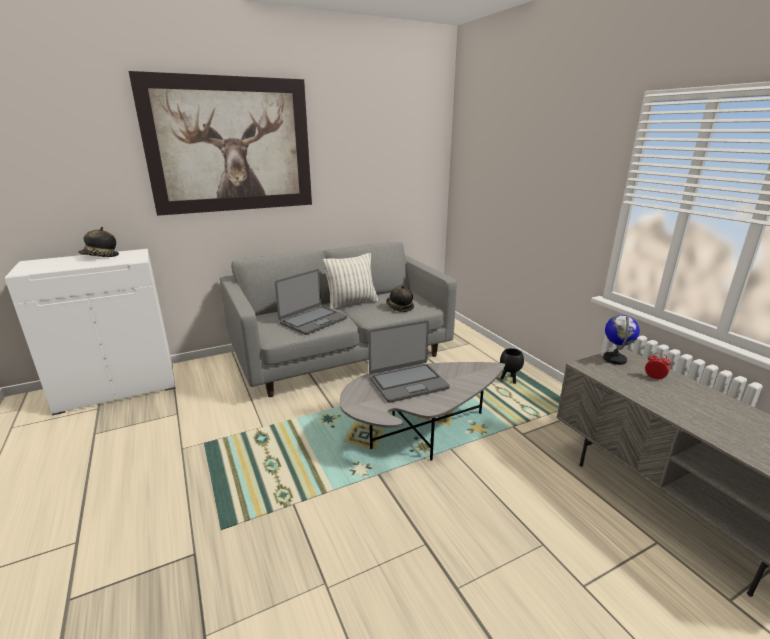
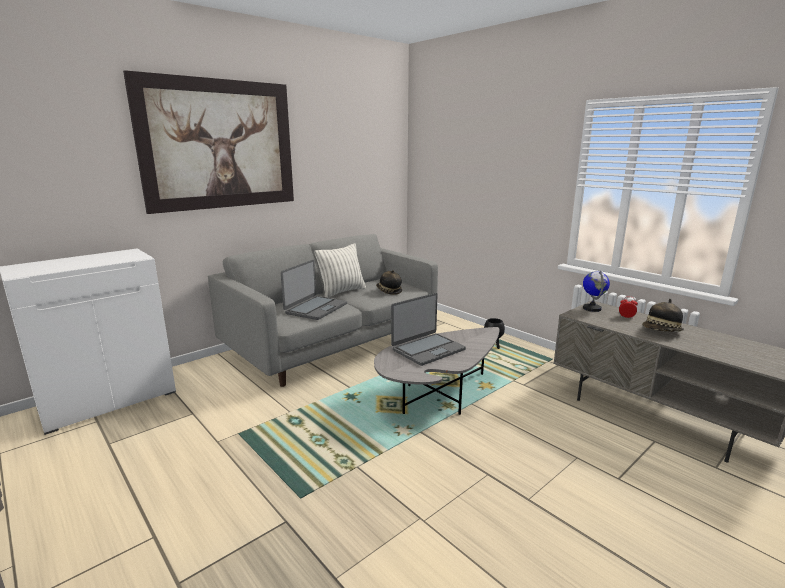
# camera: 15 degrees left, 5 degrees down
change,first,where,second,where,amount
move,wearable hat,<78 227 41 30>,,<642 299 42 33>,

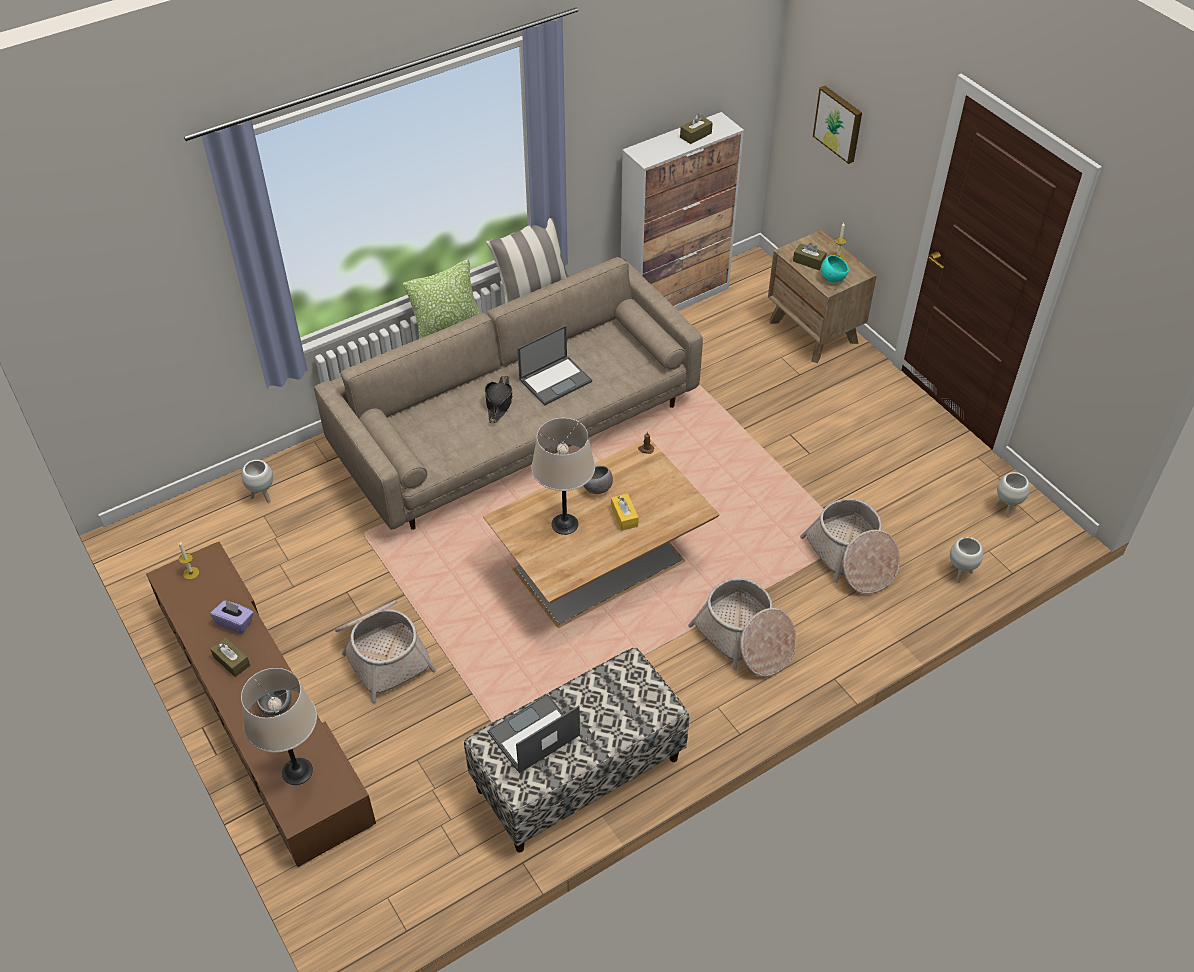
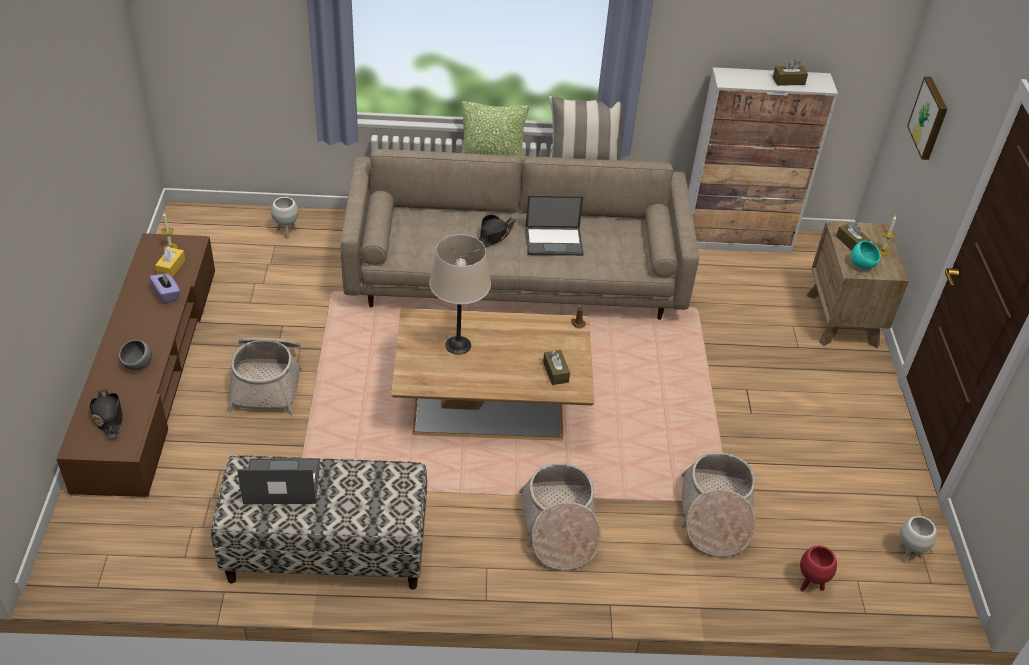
# camera: 30 degrees right, 5 degrees down
change,first,where,second,where,amount
move,tissue box/brown-coloured,<210 637 40 40>,,<543 350 27 35>,
replace,lamp for a table/beige,<241 668 76 117>,wearable hat/blackish,<89 389 34 49>,
delete,bowl/gray,<583 466 30 28>,,,
move,tissue box/yellow,<611 493 28 38>,,<155 246 30 31>,
recolor,plant pot/white,<950 537 33 46>,plant pot/red,<800 546 37 46>,

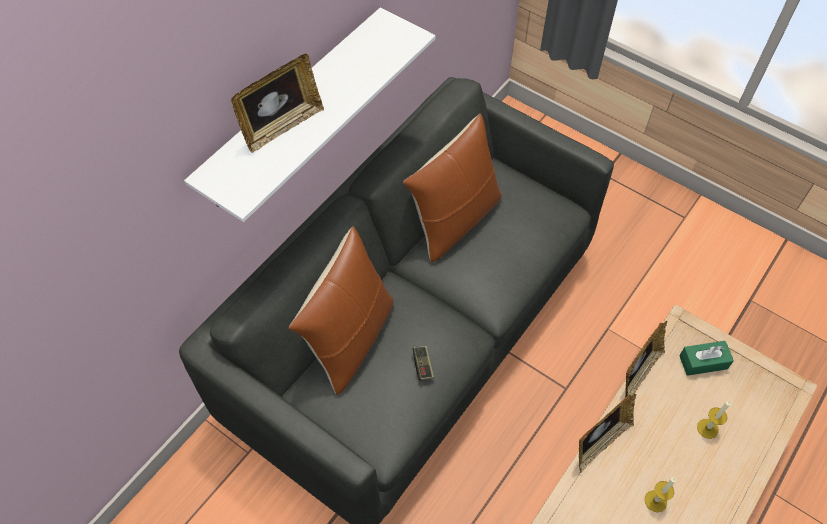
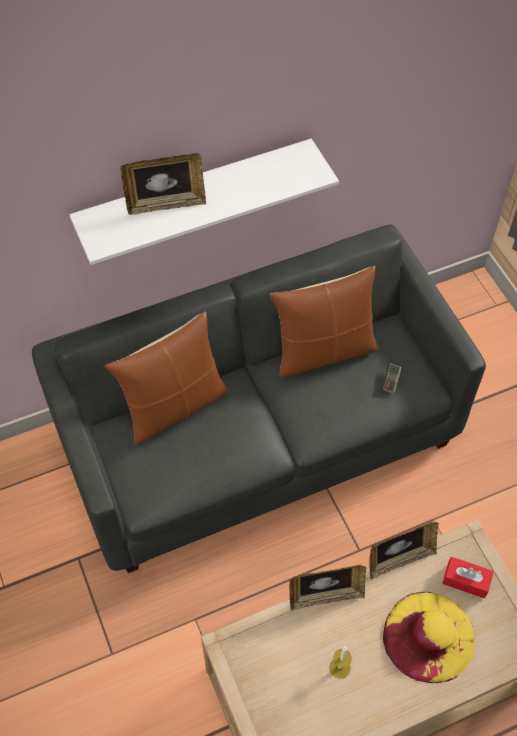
# camera: 30 degrees right, 0 degrees up
change,first,where,second,where,amount
move,game controller,<412 346 22 34>,,<382 363 20 31>,
recolor,tissue box/greenish,<679 341 55 35>,tissue box/red,<443 557 51 41>,
replace,candle,<697 401 34 38>,wearable hat/yellow,<383 592 92 91>,

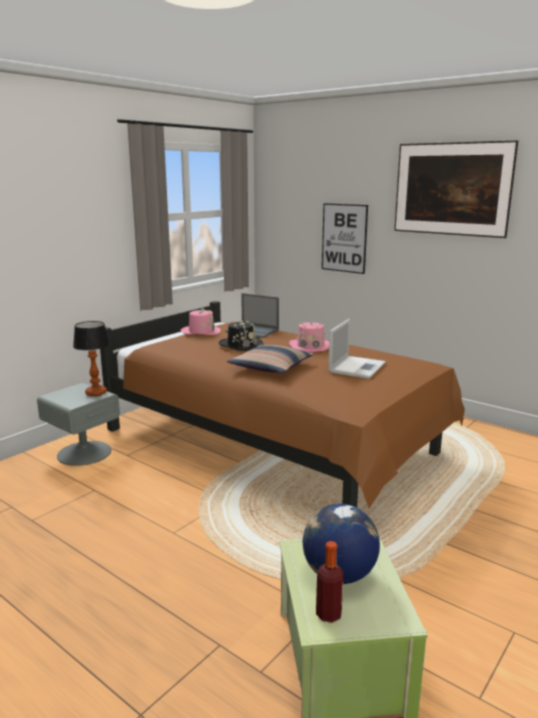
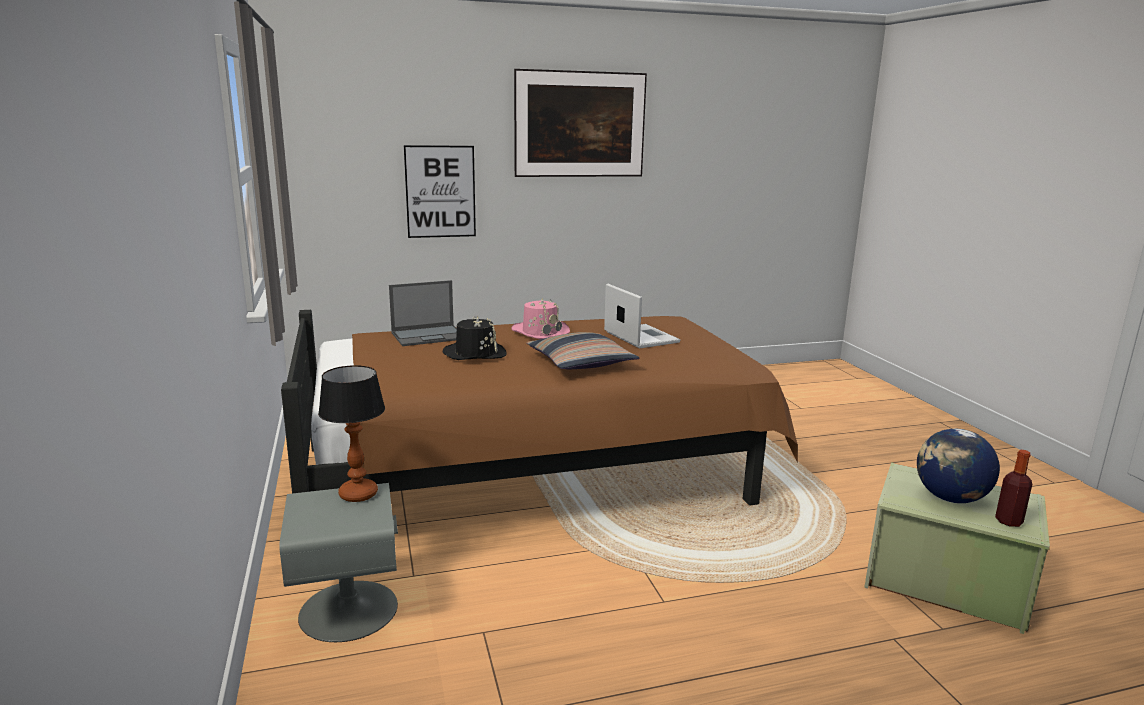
# camera: 55 degrees left, 0 degrees up
change,first,where,second,where,amount
delete,wearable hat/pink-coloured,<181 308 40 27>,,,

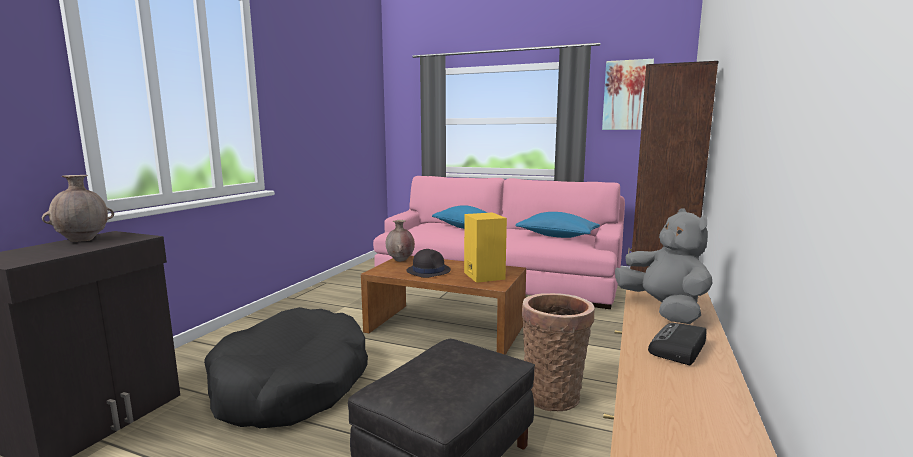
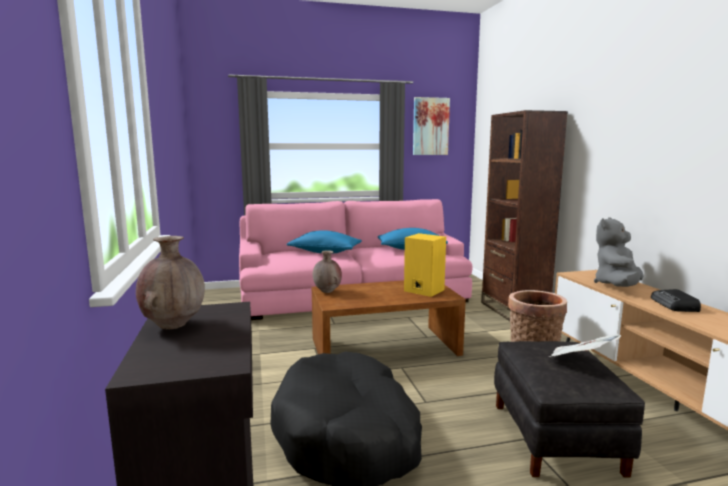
# camera: 35 degrees left, 0 degrees up
change,first,where,second,where,amount
delete,wearable hat/blackish,<406 249 45 29>,,,
rotate,cuddly toy/gray,<615 208 98 116>,,<594 217 49 70>,90 degrees counterclockwise
insert,,,newspaper,<549 334 72 23>,

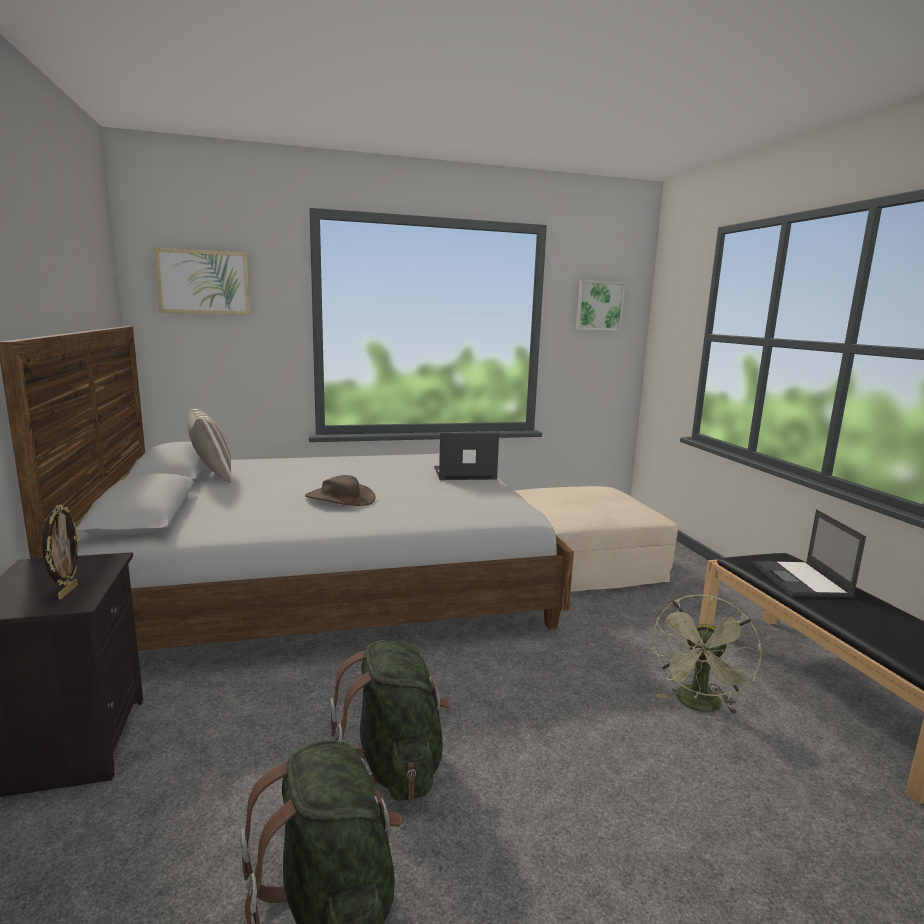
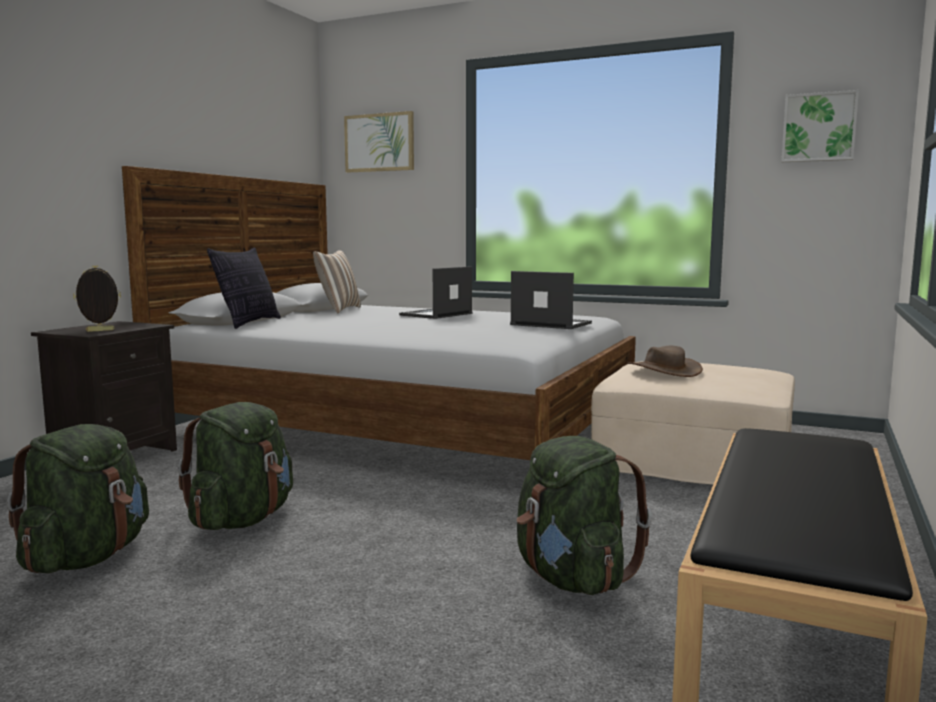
# camera: 40 degrees right, 5 degrees down
change,first,where,second,where,amount
rotate,picture frame,<42 504 38 95>,,<73 266 48 66>,150 degrees counterclockwise
move,wearable hat/brown-coloured,<305 475 70 31>,,<627 346 76 31>,
replace,cooling fan/greenish,<651 594 111 121>,rucksack/greenish,<517 436 135 159>,
move,portable computer,<752 509 114 89>,,<399 266 74 53>,
insert,,,throw pillow,<207 248 74 81>,

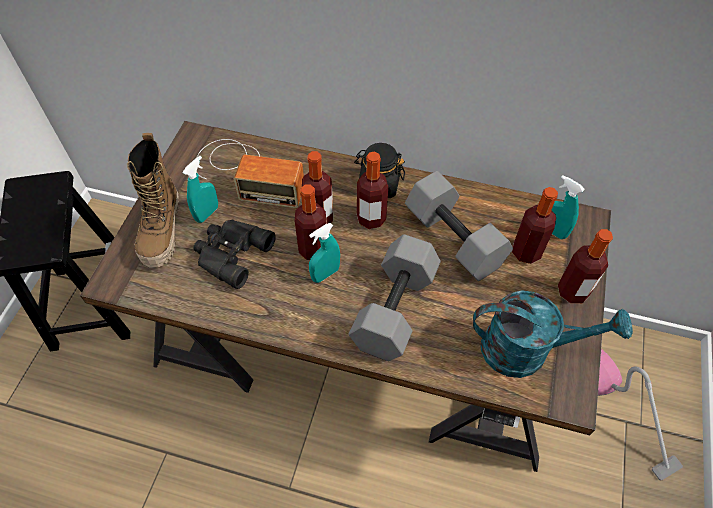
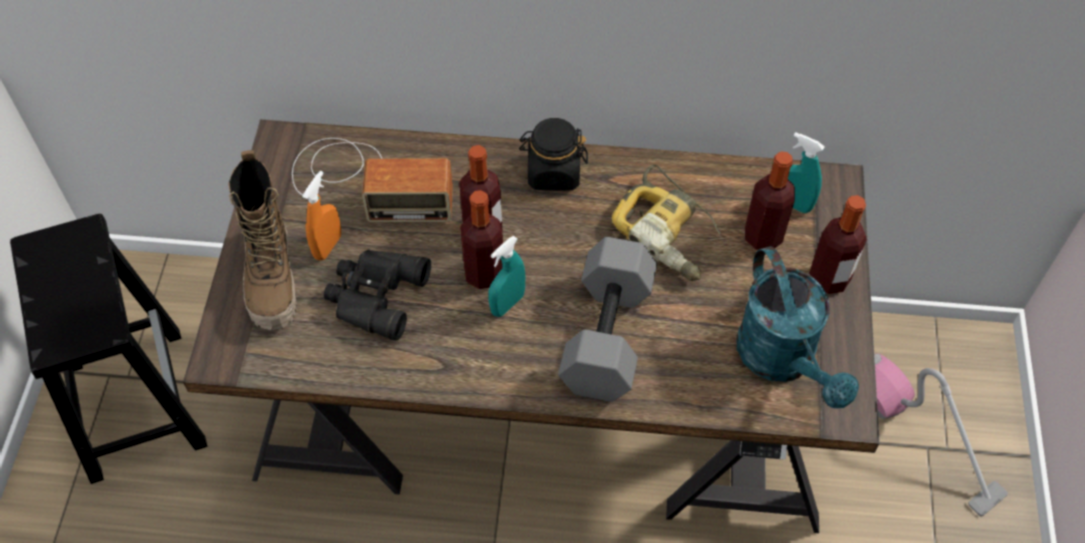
# camera: 10 degrees left, 0 degrees up
change,first,where,second,where,amount
recolor,spray bottle/turquoise-coloured,<182 156 36 67>,spray bottle/orangey,<302 171 39 89>,
delete,drink bottle,<357 152 31 77>,,,
replace,hand weight/gray,<405 171 108 110>,power drill,<611 164 110 117>,
rotate,watering pot/turquoise-coloured,<473 291 160 87>,,<736 246 123 163>,75 degrees clockwise

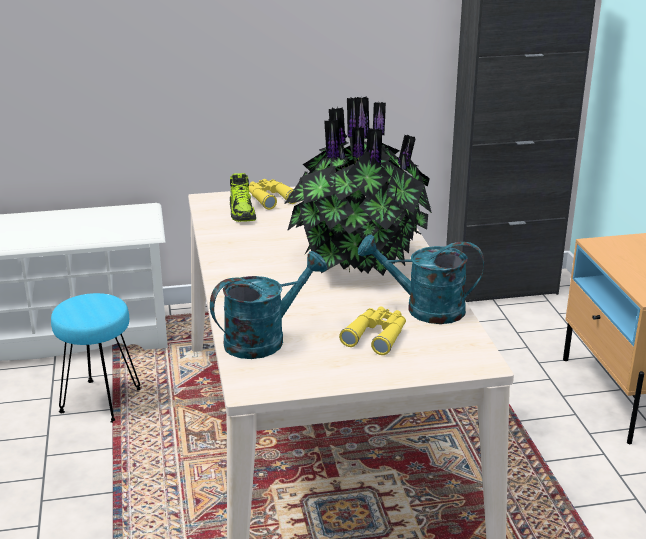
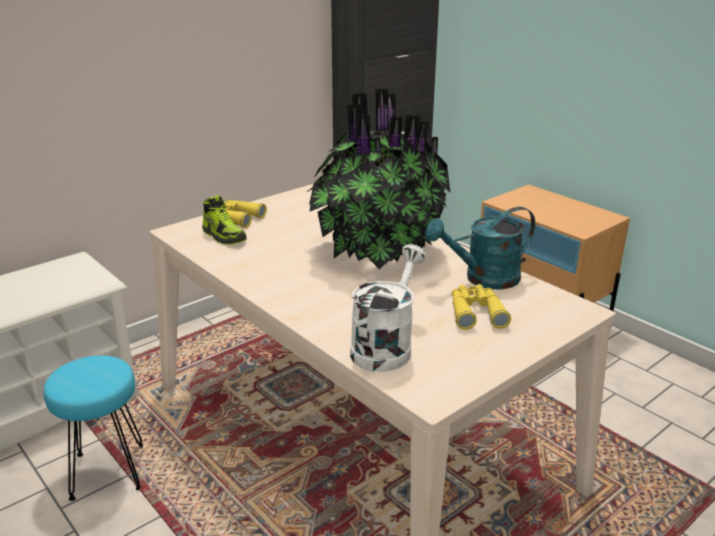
# camera: 30 degrees left, 0 degrees up
change,first,where,second,where,amount
recolor,watering pot/turquoise-coloured,<210 251 117 108>,watering pot/white,<350 244 77 128>,

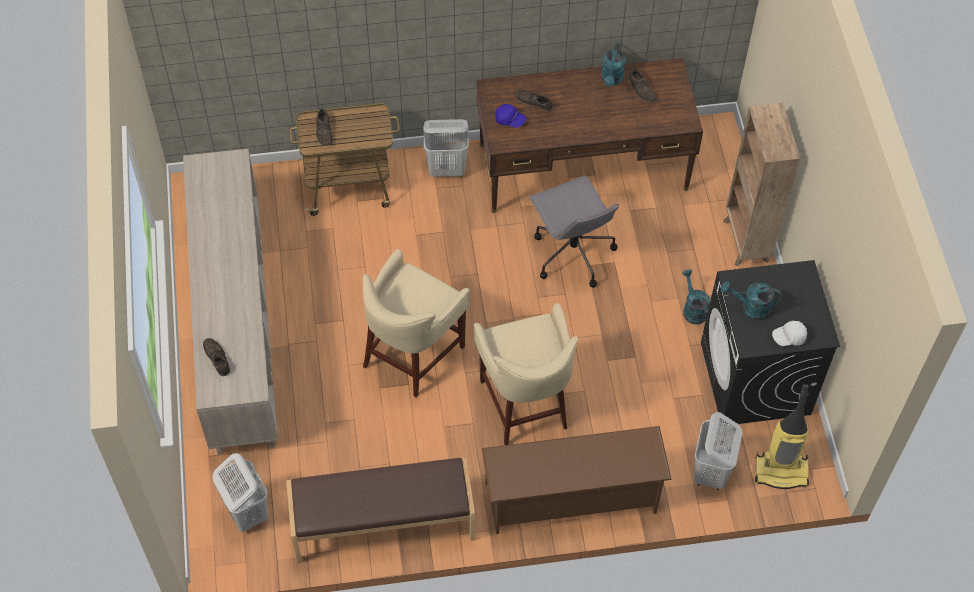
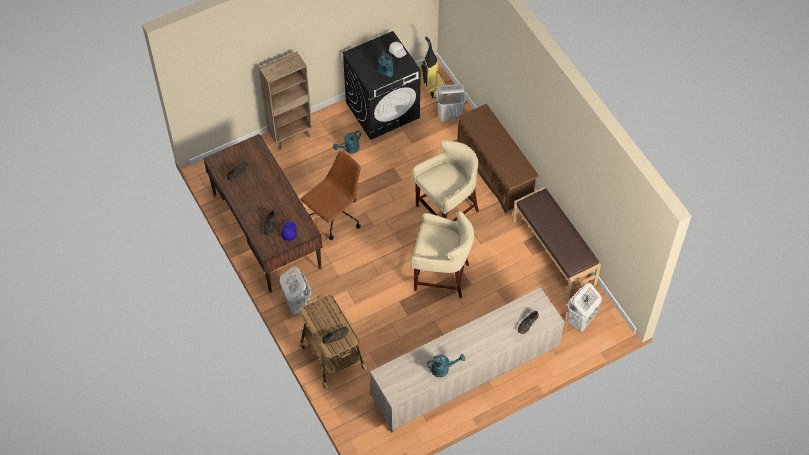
# camera: 110 degrees left, 0 degrees up
change,first,where,second,where,amount
recolor,computer chair/gray,<529 175 90 113>,computer chair/brown-coloured,<300 151 61 89>,
move,watering pot/turquoise-coloured,<601 43 25 44>,,<427 354 38 23>,

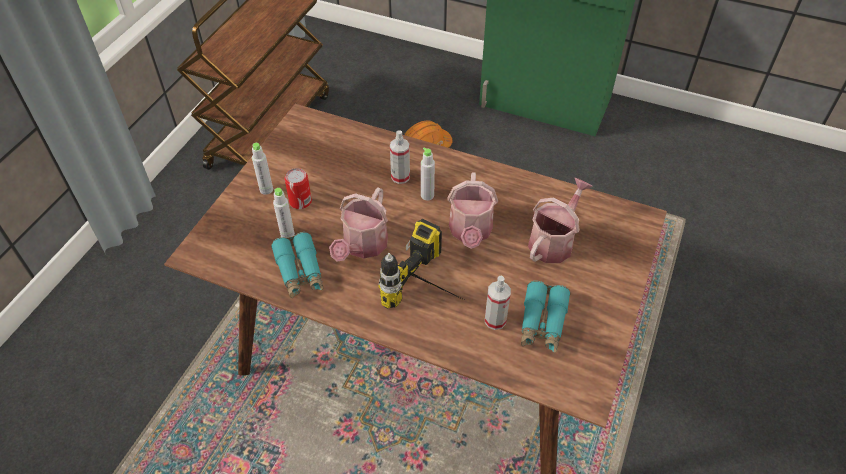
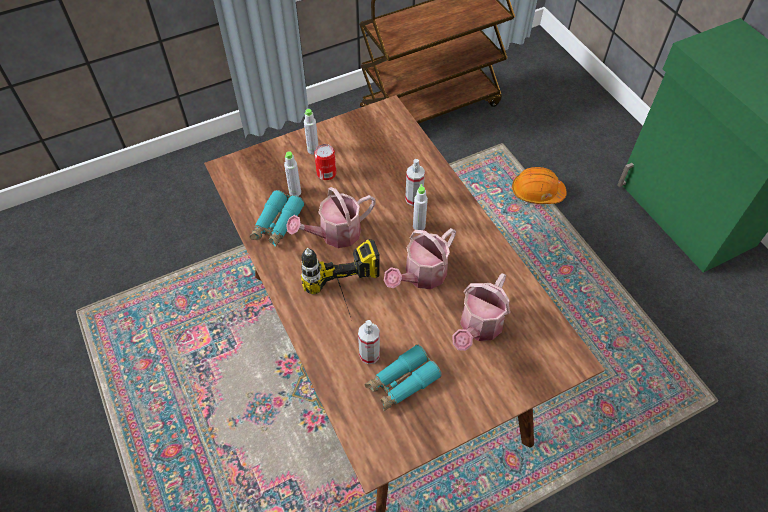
# camera: 40 degrees right, 5 degrees up
change,first,where,second,where,amount
rotate,watering pot,<528 178 65 85>,,<453 273 58 78>,135 degrees clockwise

